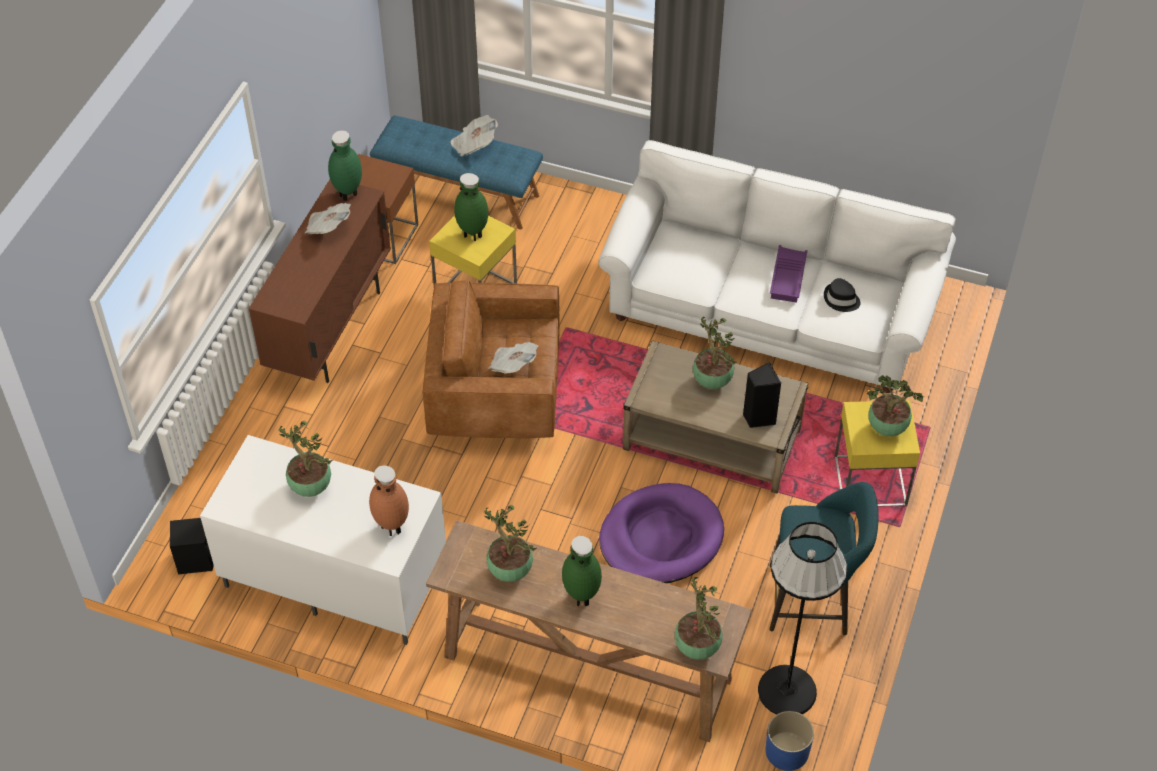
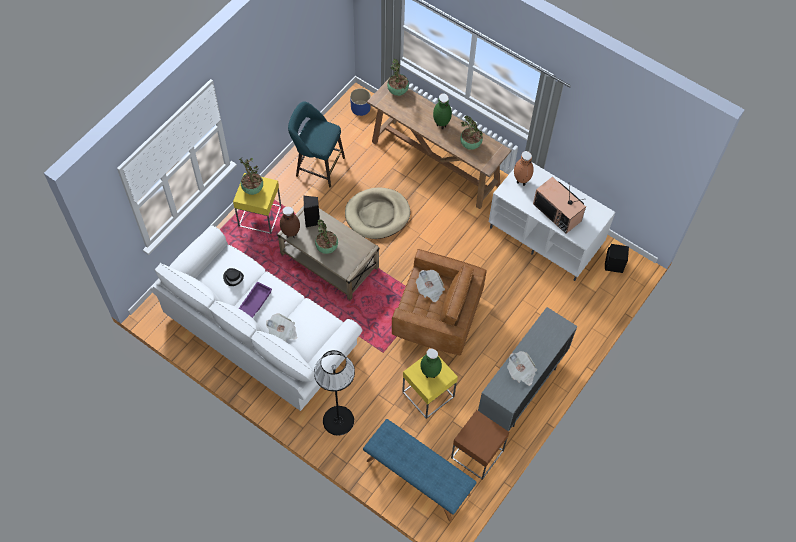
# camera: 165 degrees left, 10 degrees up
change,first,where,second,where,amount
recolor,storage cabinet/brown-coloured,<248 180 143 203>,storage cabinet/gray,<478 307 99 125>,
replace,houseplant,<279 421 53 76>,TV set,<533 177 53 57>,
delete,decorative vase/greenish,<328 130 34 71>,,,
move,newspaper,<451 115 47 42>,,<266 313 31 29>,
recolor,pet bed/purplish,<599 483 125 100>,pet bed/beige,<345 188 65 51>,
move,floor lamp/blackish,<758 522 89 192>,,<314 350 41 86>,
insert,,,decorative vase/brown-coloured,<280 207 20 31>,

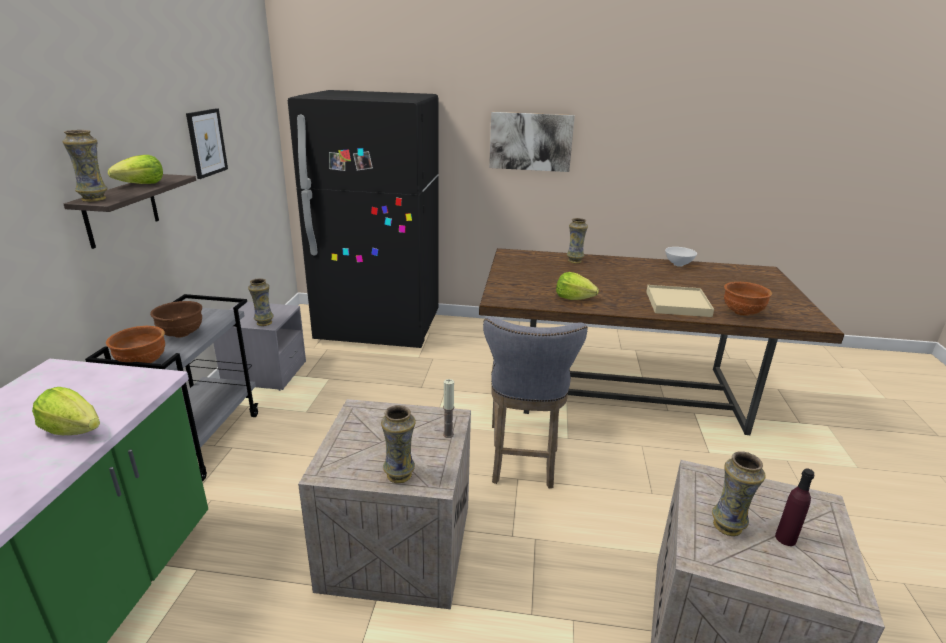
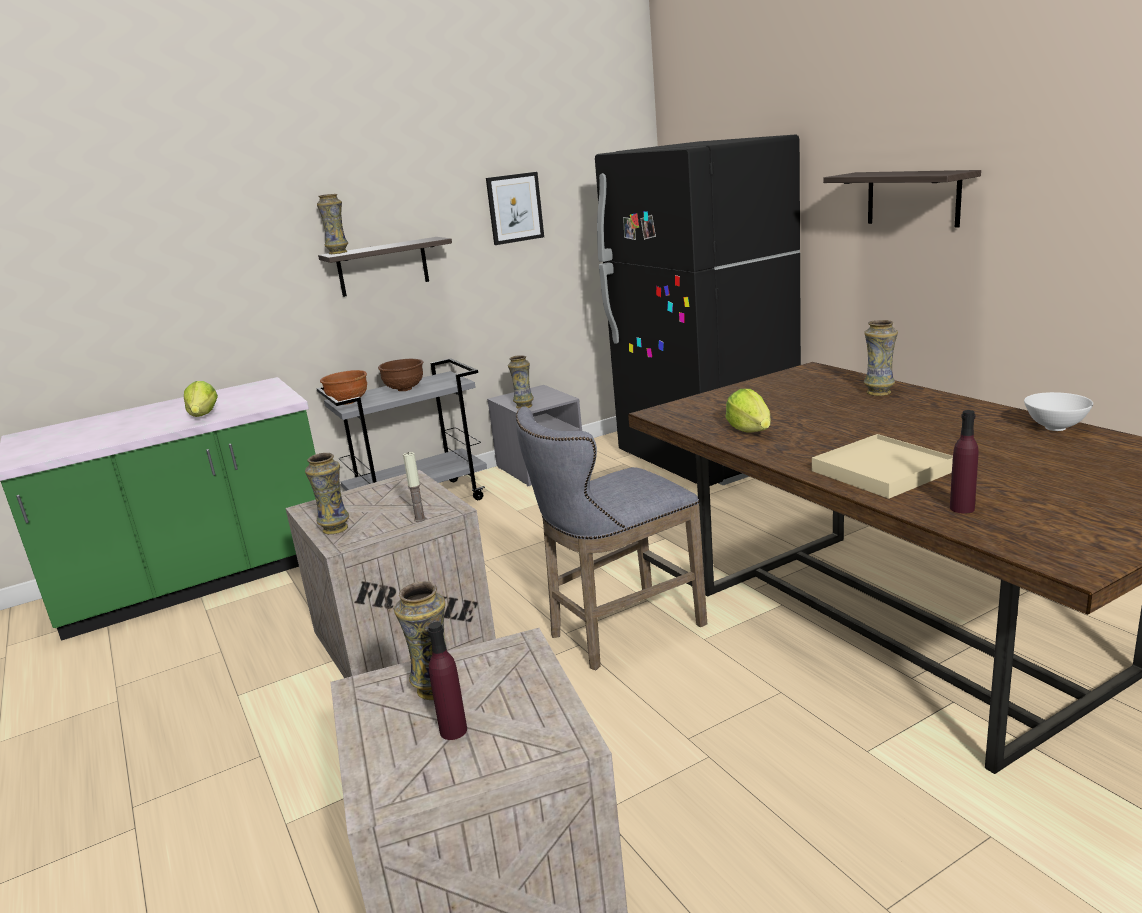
# camera: 55 degrees right, 5 degrees down
change,first,where,second,where,amount
delete,lettuce,<108 155 55 29>,,,
replace,wall picture,<489 112 86 60>,shelf,<823 170 158 58>,
replace,bowl/brown-coloured,<724 282 48 34>,drink bottle/purplish,<950 410 29 104>,

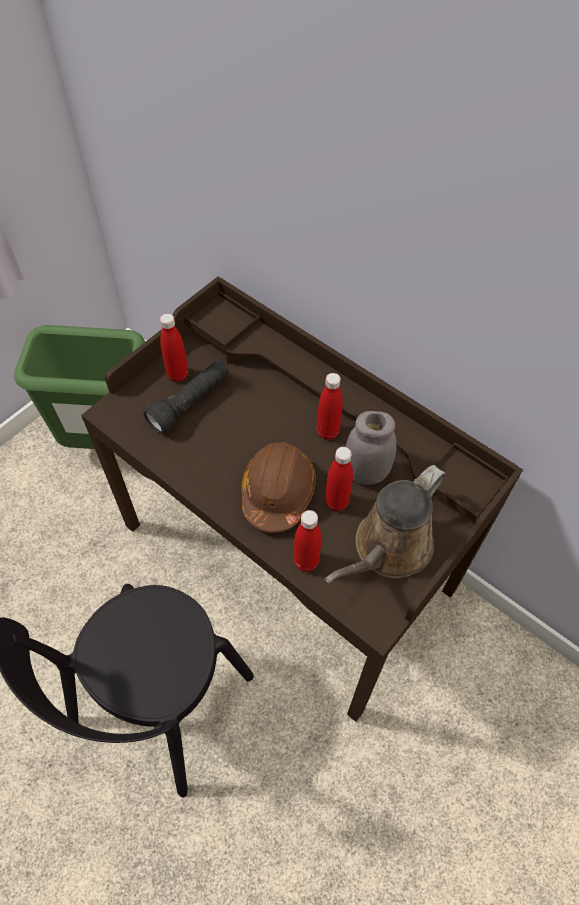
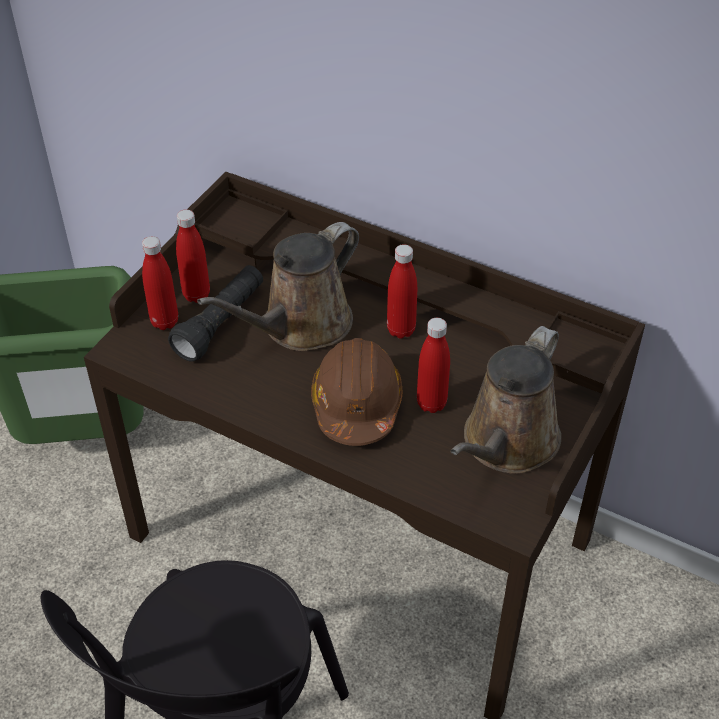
# camera: 10 degrees left, 10 degrees down
change,first,where,second,where,amount
move,drink bottle/red,<293 510 28 62>,,<142 236 36 94>,
delete,jar/gray,<346 411 51 74>,,,
insert,,,watering pot/brown-coloured,<197 222 162 129>,

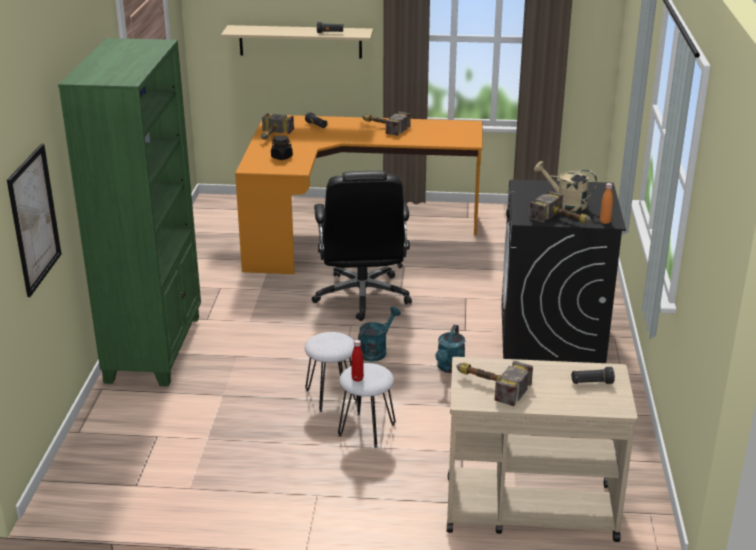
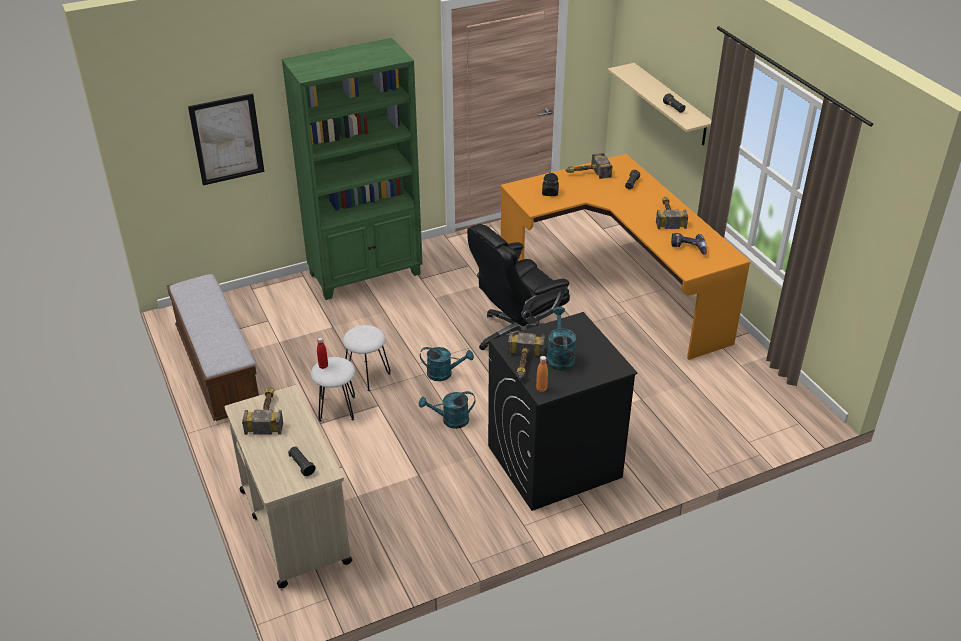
# camera: 60 degrees right, 10 degrees up
change,first,where,second,where,amount
recolor,watering pot/beige,<534 161 63 50>,watering pot/turquoise-coloured,<546 307 30 64>,
insert,,,long seat,<167 274 92 147>,
insert,,,power drill,<671 233 36 22>,

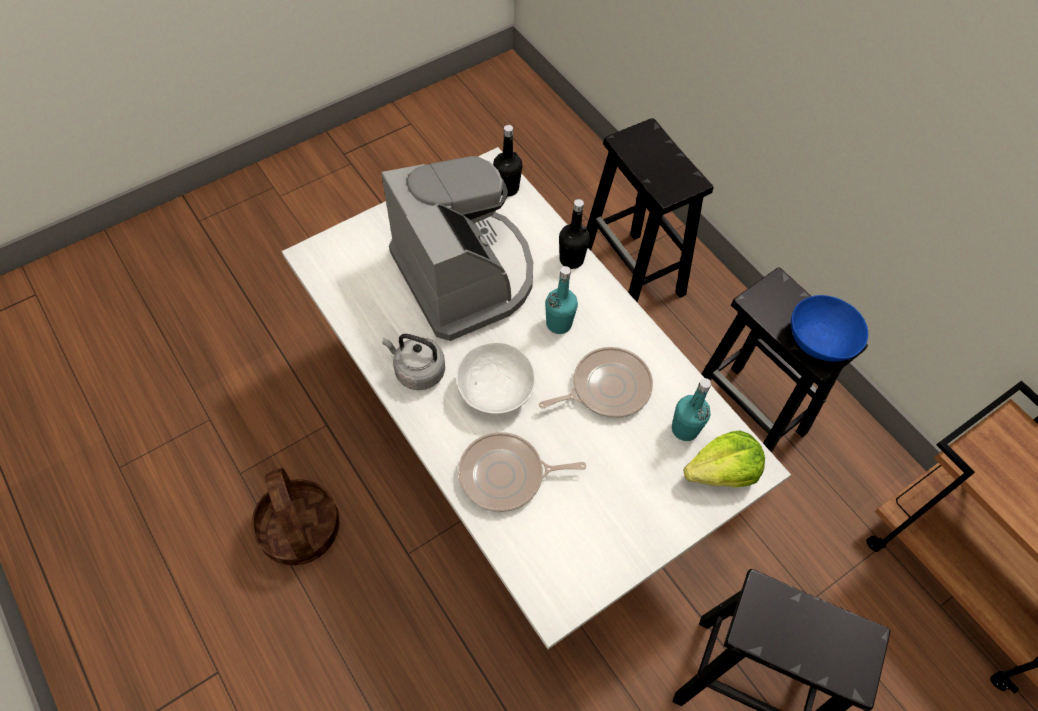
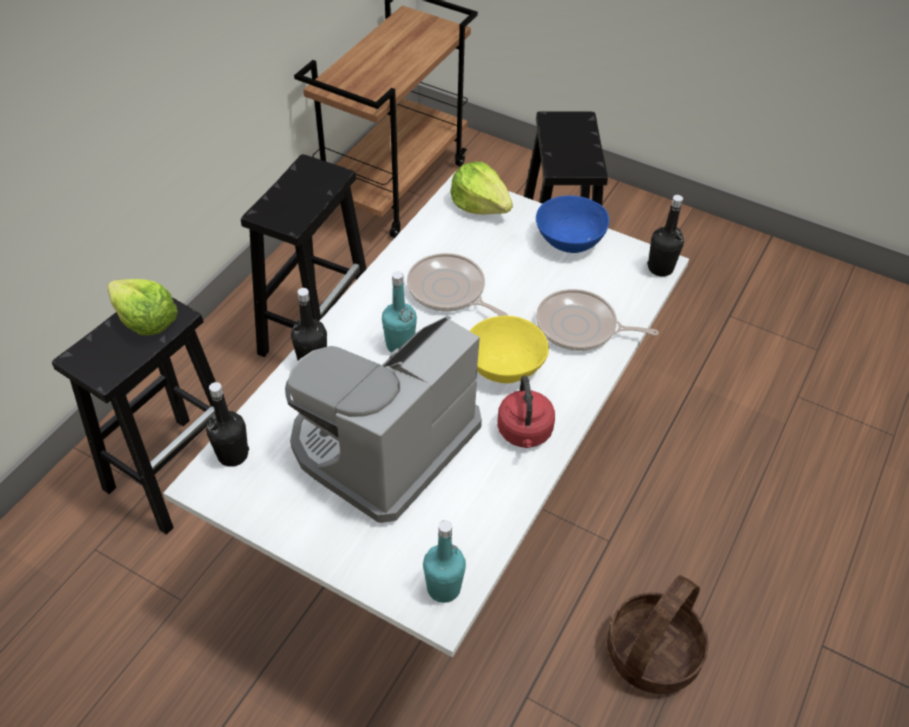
# camera: 115 degrees left, 10 degrees down
change,first,where,second,where,amount
recolor,tea kettle/gray,<382 334 63 56>,tea kettle/red,<497 375 58 73>,
recolor,bowl/white,<456 342 79 72>,bowl/yellow,<470 316 79 67>,
rotate,pan,<458 432 129 80>,,<536 289 123 62>,135 degrees clockwise
move,drink bottle/turquoise-coloured,<672 378 39 63>,,<423 520 43 83>,
move,bowl/blue-coloured,<791 295 77 67>,,<536 195 73 58>,
insert,,,lettuce,<107 279 71 57>,
insert,,,drink bottle/blackish,<647 195 37 82>,

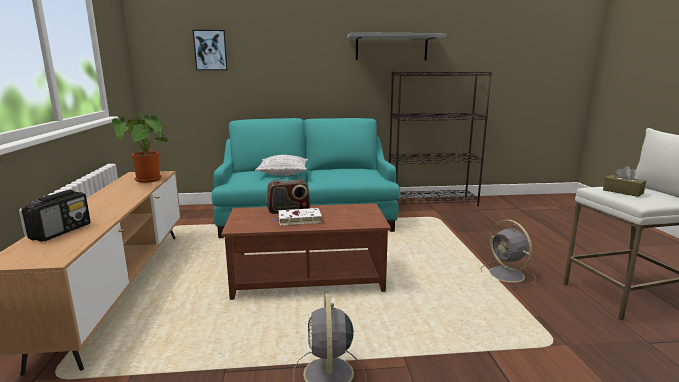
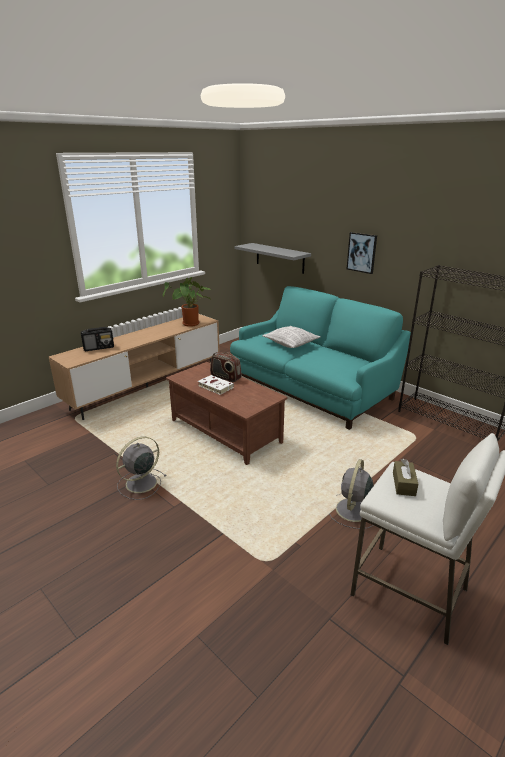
# camera: 50 degrees right, 10 degrees up
change,first,where,second,where,amount
move,wall picture,<193 30 35 40>,,<347 232 30 42>,
move,shelf/gray,<347 32 100 28>,,<234 243 77 31>,

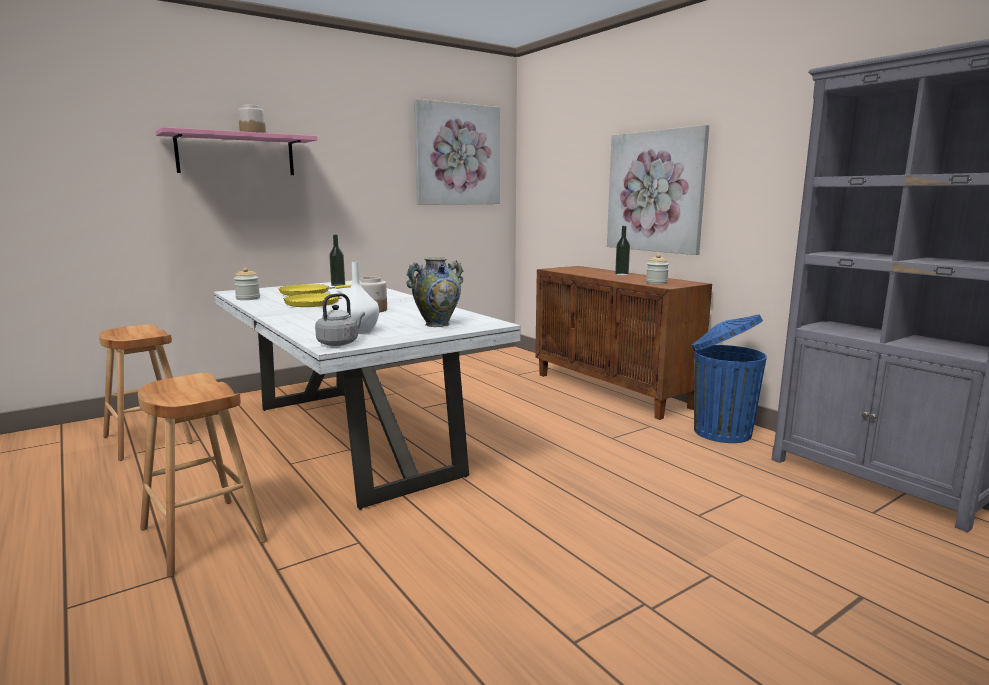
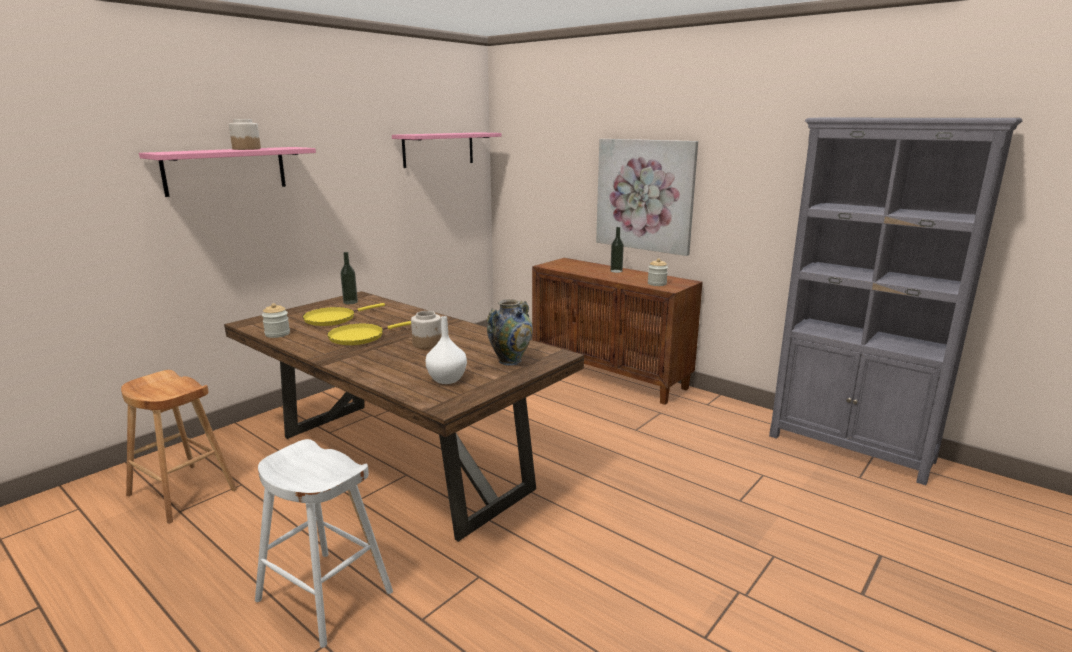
# camera: 15 degrees left, 5 degrees up
change,first,where,second,where,amount
recolor,sitting stool/brown-coloured,<138 373 129 204>,sitting stool/white,<255 439 138 209>,
recolor,kitchen table/white,<214 281 307 229>,kitchen table/brown-coloured,<224 291 360 251>,
delete,tea kettle/gray,<315 293 50 53>,,,
replace,wall picture,<414 99 86 106>,shelf/pink-coloured,<392 132 110 36>,
delete,waste bin/blue-coloured,<692 315 75 128>,,,

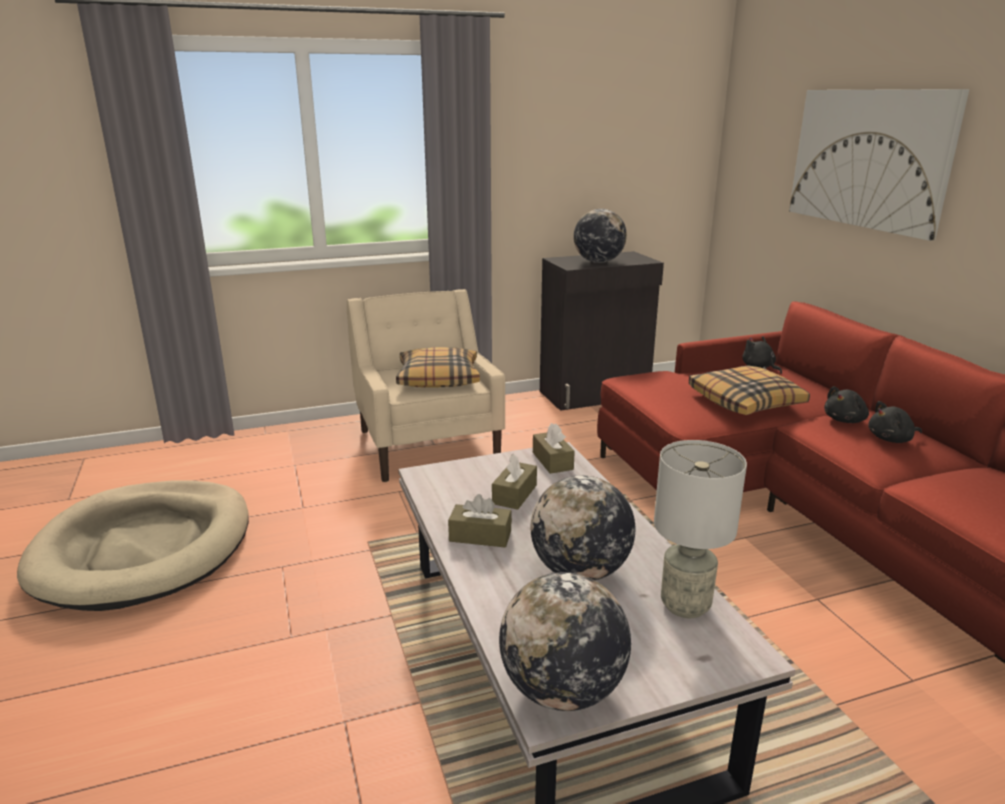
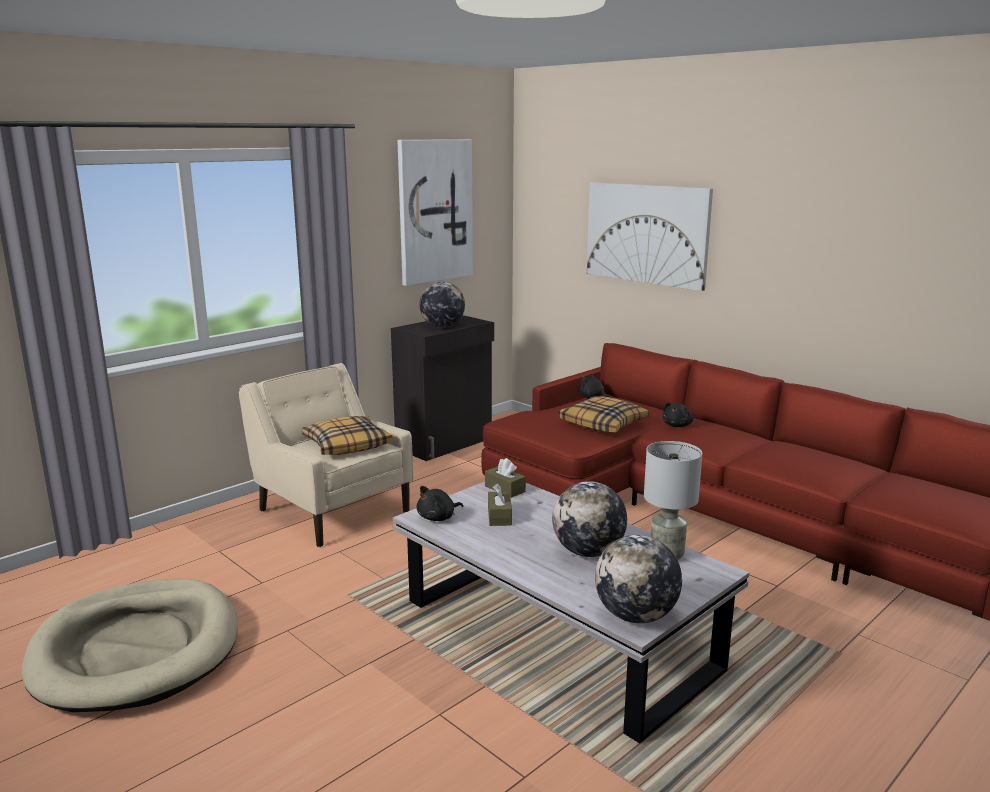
# camera: 25 degrees left, 5 degrees down
change,first,where,second,where,amount
delete,tissue box/brown-coloured,<448 494 64 54>,,,
move,cuddly toy/blackish,<868 401 54 42>,,<417 486 46 35>,
insert,,,wall picture,<397 139 76 147>,

